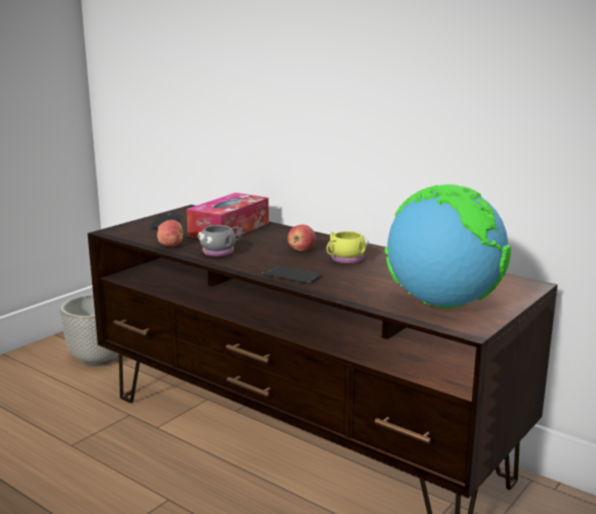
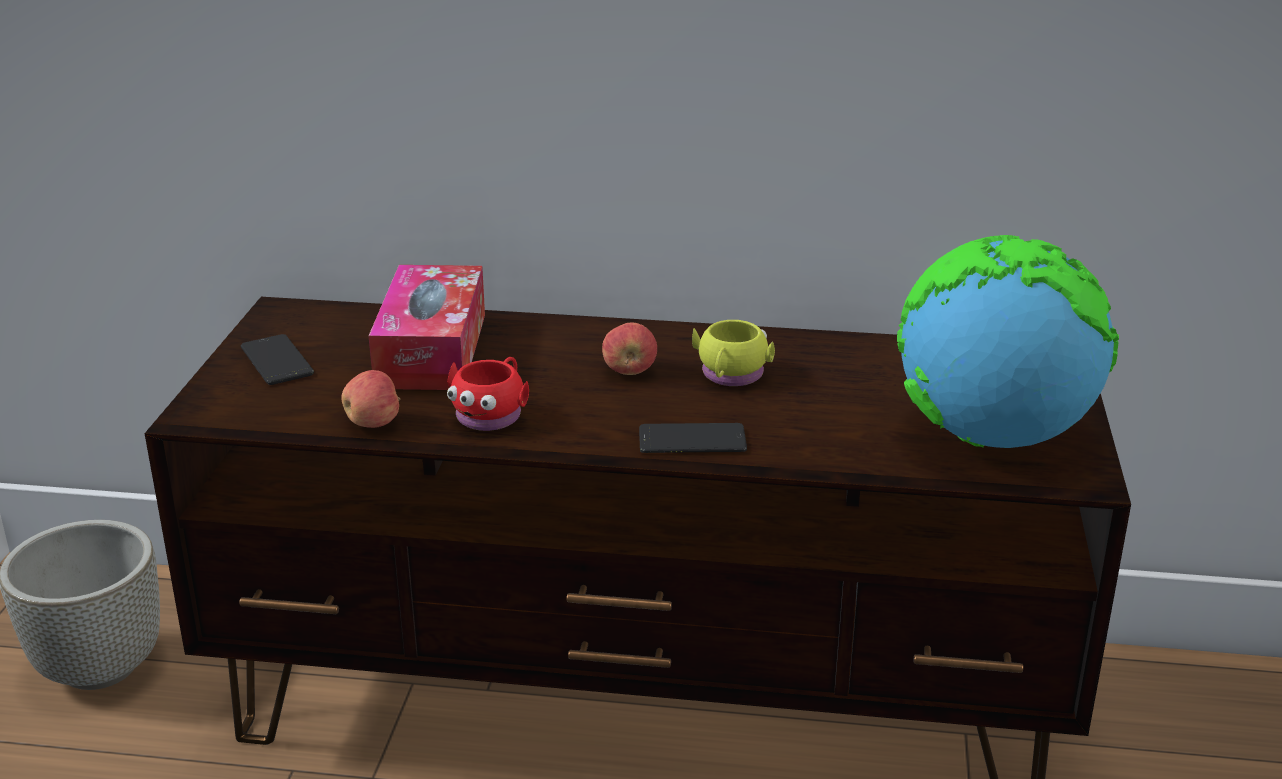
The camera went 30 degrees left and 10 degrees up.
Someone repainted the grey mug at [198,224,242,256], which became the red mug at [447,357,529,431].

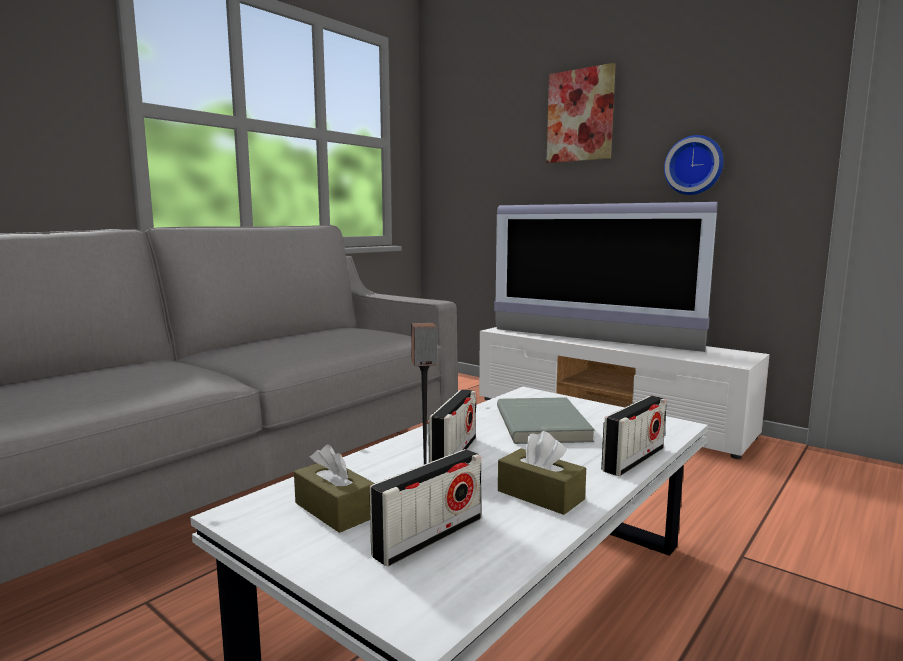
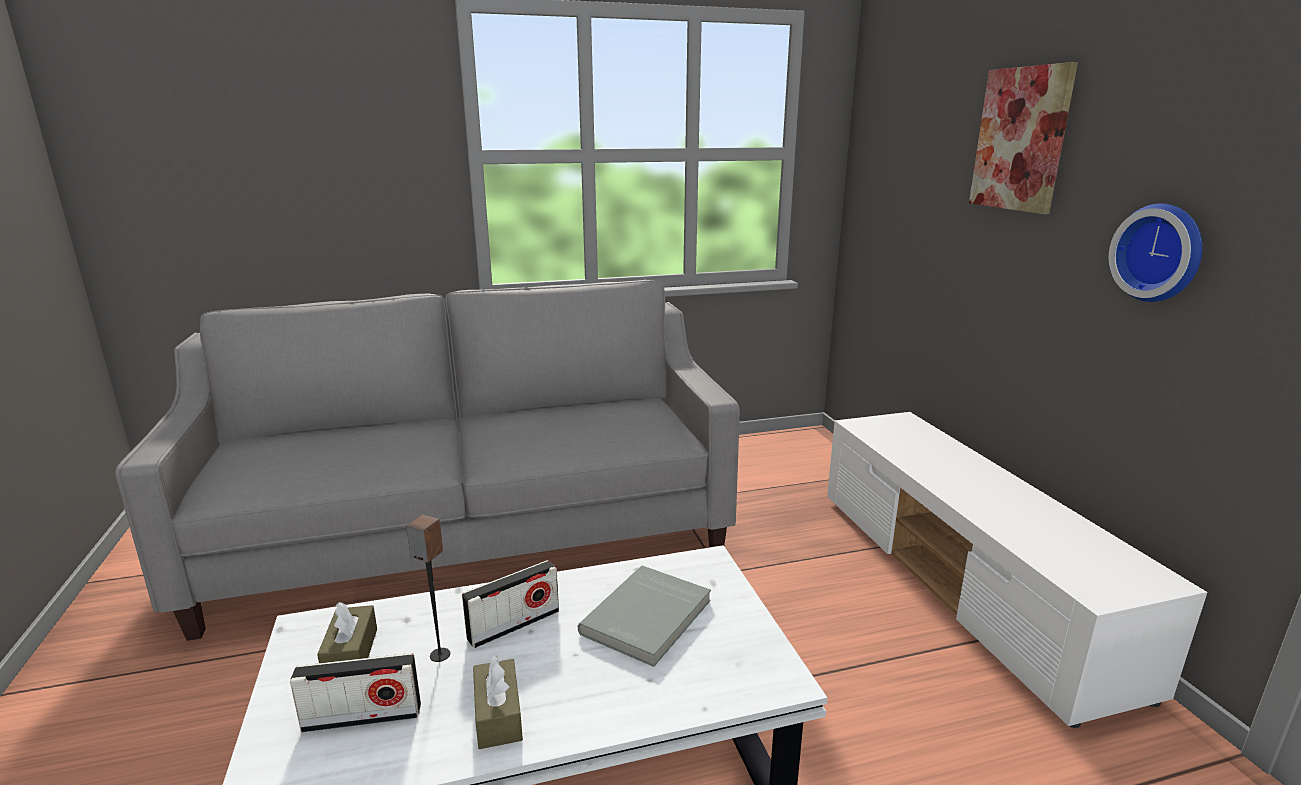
The camera went 35 degrees right and 10 degrees up.
Someone took away the television at [494,202,718,352].
Someone took away the radio at [601,396,667,476].

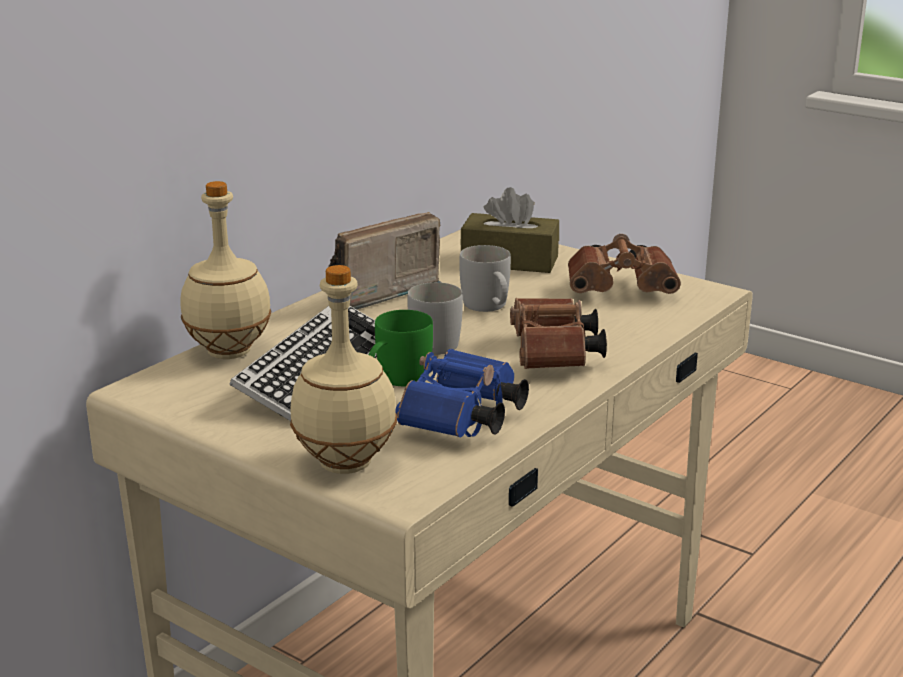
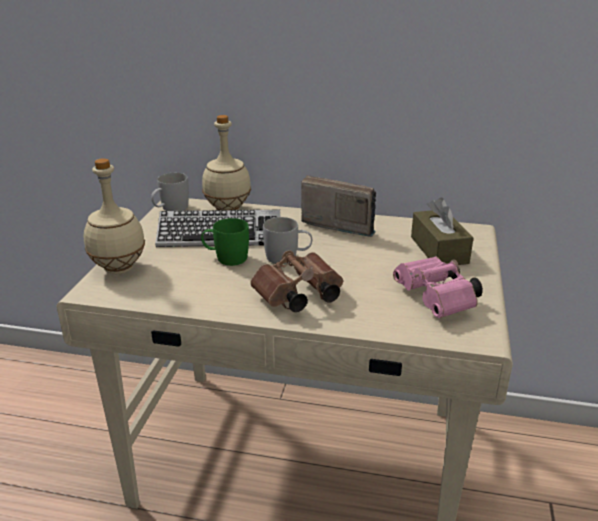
The camera went 65 degrees right and 5 degrees up.
Someone took away the blue binoculars at [396,349,529,437].
Someone carried the white mug from [459,245,511,312] to [151,173,189,211].
Someone repainted the brown binoculars at [568,234,681,294], which became the pink binoculars at [393,257,483,318].

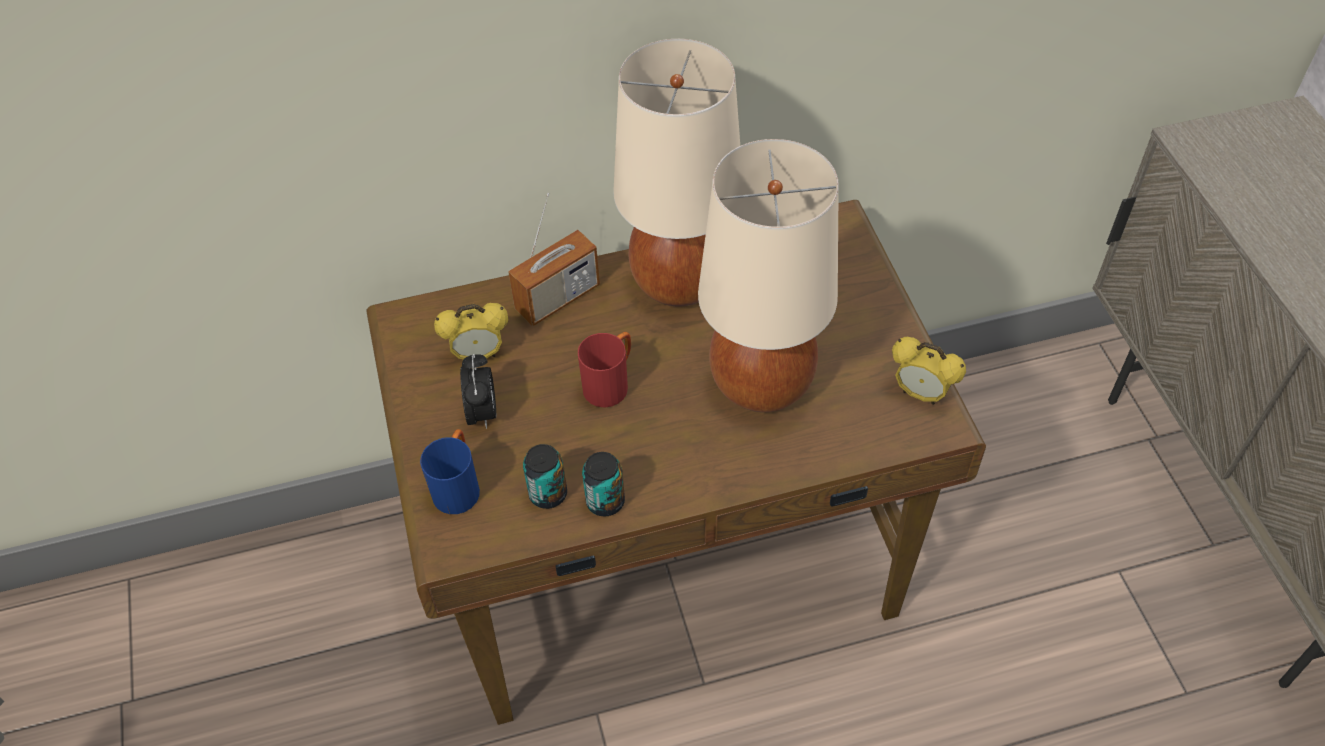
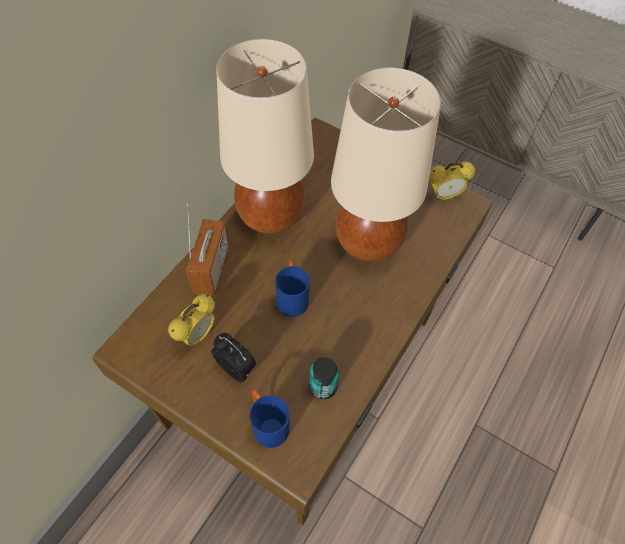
The camera went 45 degrees left and 5 degrees up.
Someone took away the can at [582,452,625,516].
Someone repainted the red mug at [578,332,631,408], which became the blue mug at [275,260,310,317].

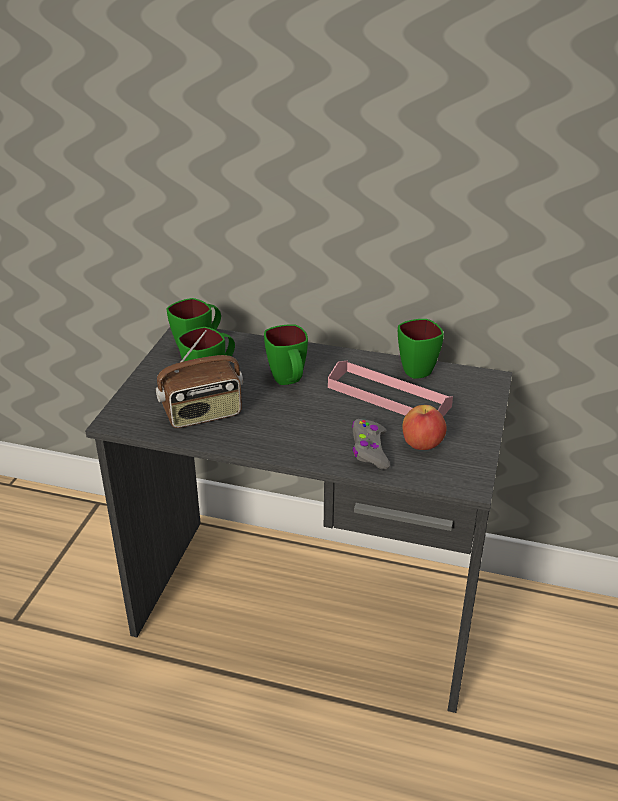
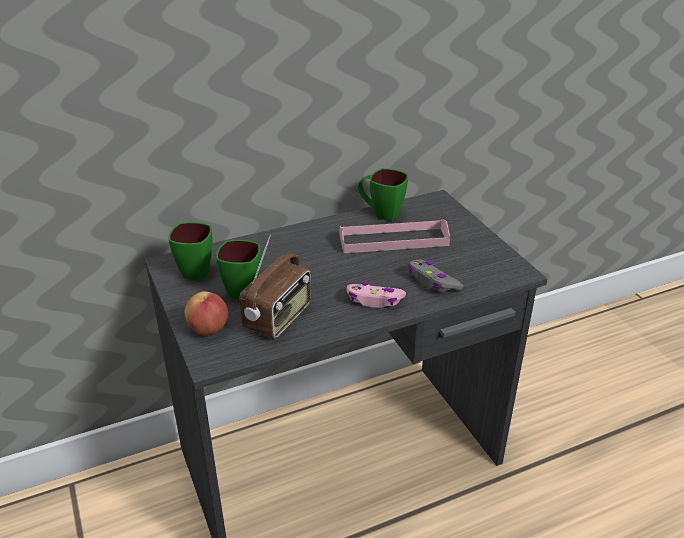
The camera went 40 degrees left and 0 degrees up.
Someone took away the green mug at [264,324,308,385].
Someone put down the pink game controller at [347,281,406,308].
Someone carried the apple from [403,405,447,450] to [184,291,228,336].

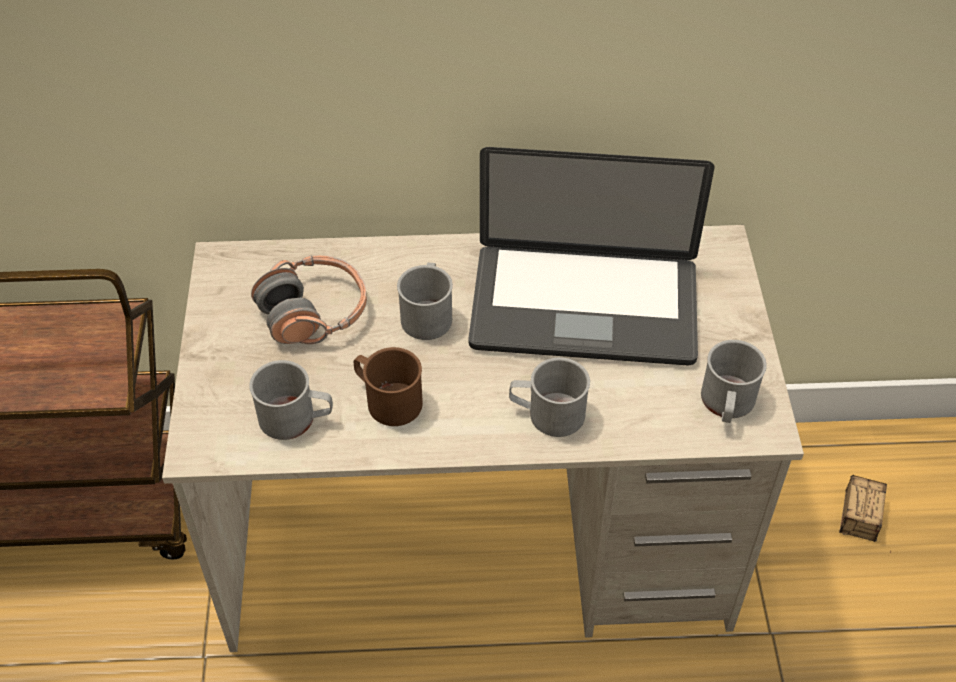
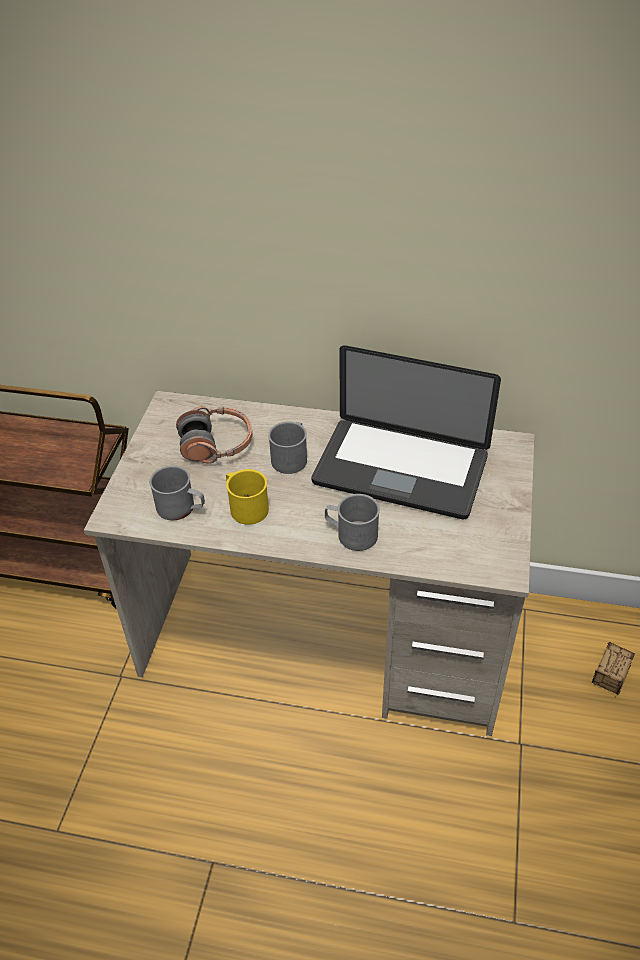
The camera went 15 degrees right and 5 degrees down.
Someone took away the grey mug at [701,340,767,423].
Someone repainted the brown mug at [354,347,423,426], which became the yellow mug at [226,469,269,525].

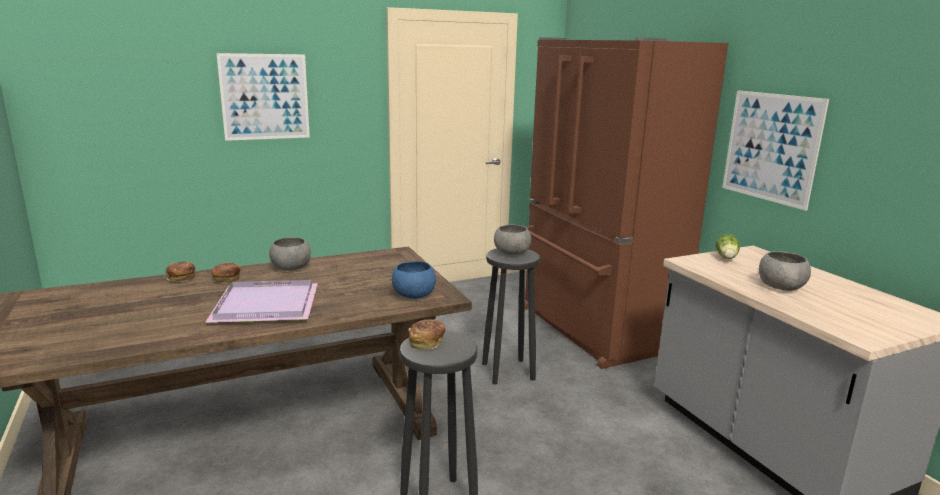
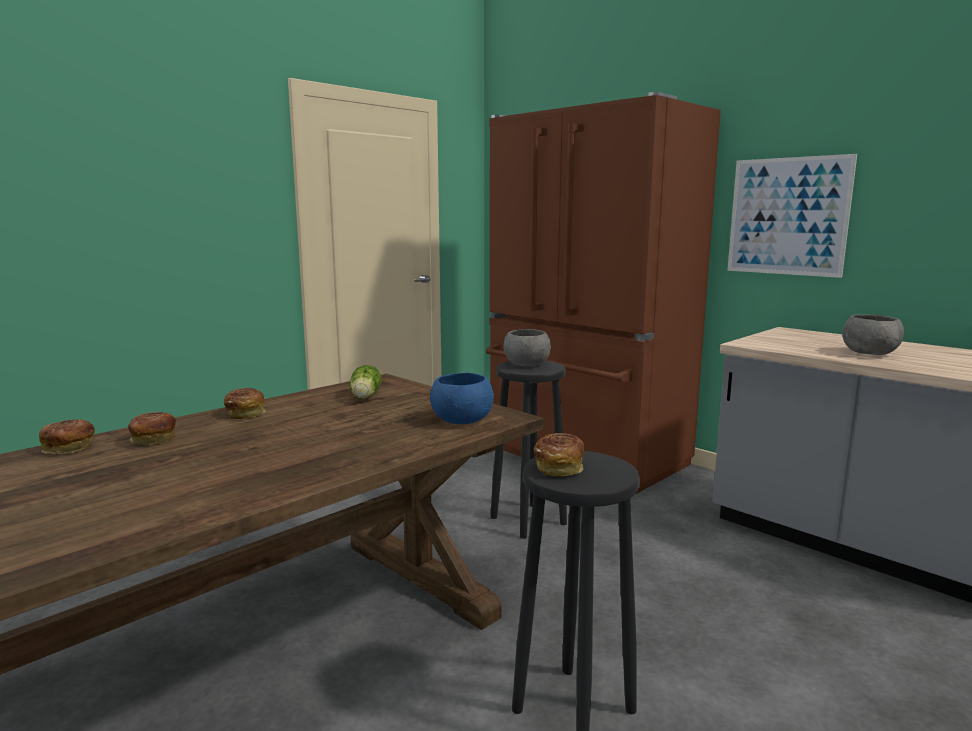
The camera went 20 degrees left and 5 degrees down.
Someone took away the purple tray at [205,280,318,323].
Someone took away the picture at [216,53,310,141].
Someone carried the lettuce from [716,234,740,259] to [350,365,382,399].
Someone swapped the grey bowl at [269,237,311,271] for the bread at [224,388,266,419].

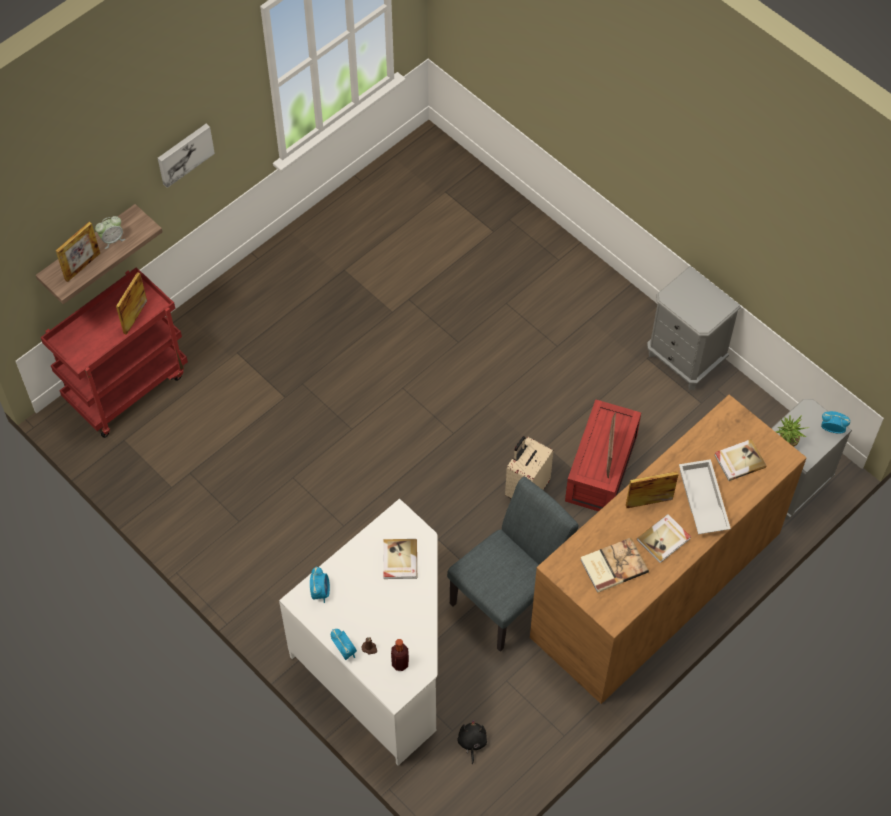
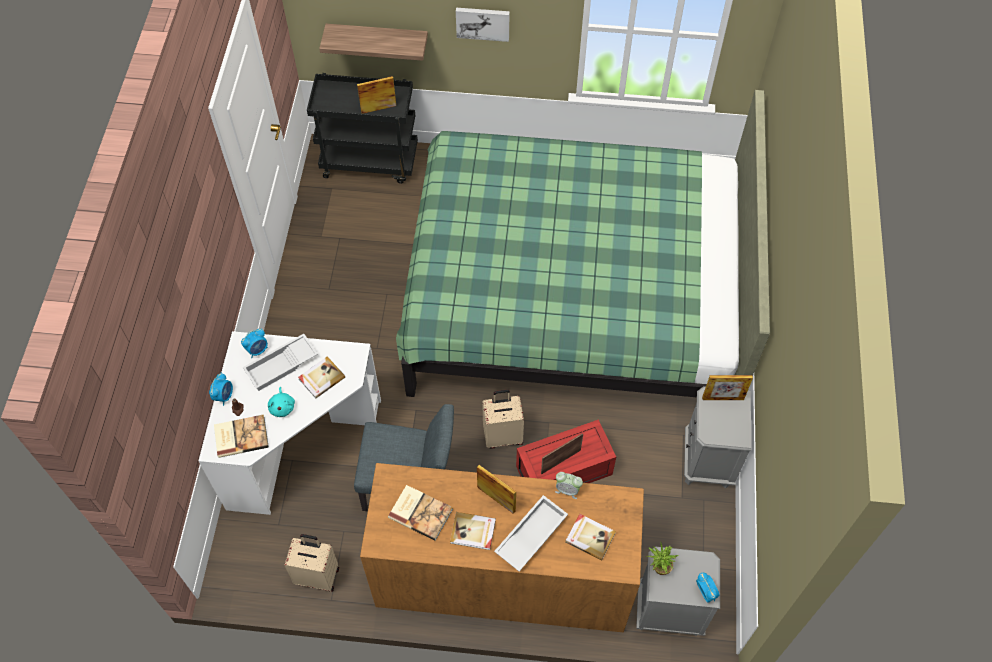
The camera went 50 degrees right and 0 degrees up.
Someone took away the black plush toy at [457,720,487,764].
Someone put down the white tray at [243,334,318,391].
Someone put down the turquoise plush toy at [268,387,295,417].
Someone put down the beige suitcase at [284,534,339,592].
Someone put down the green bed at [396,90,770,397].
Someone carried the picture frame from [56,222,100,282] to [702,375,753,400].
Someone carried the alarm clock from [95,216,125,249] to [555,472,583,499].
Someone swapped the bottle at [391,639,409,671] for the book at [214,415,269,458].
Someone repainted the red cart at [41,267,188,438], which became the black cart at [307,73,418,184].

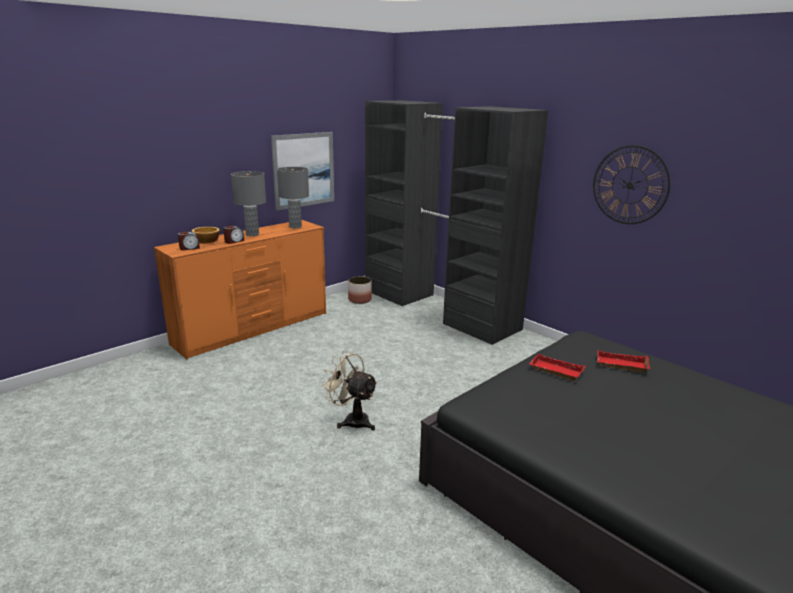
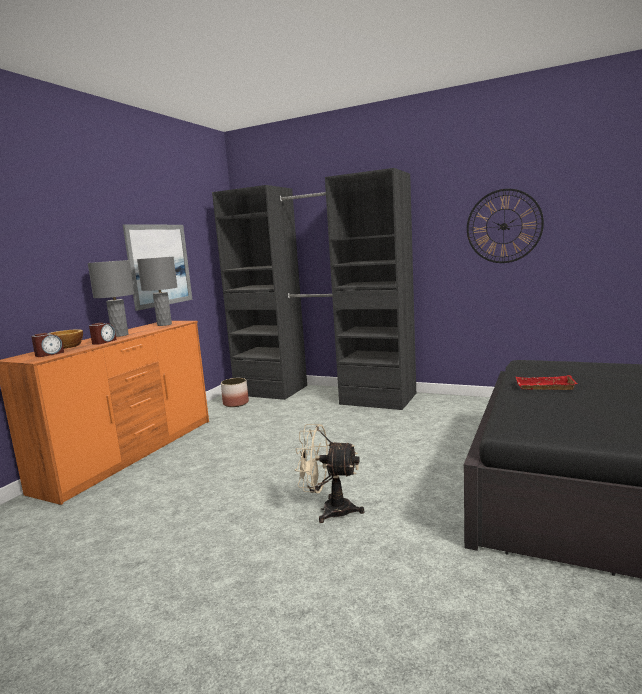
The camera went 20 degrees left and 10 degrees down.
Someone took away the red tray at [597,350,650,373].

